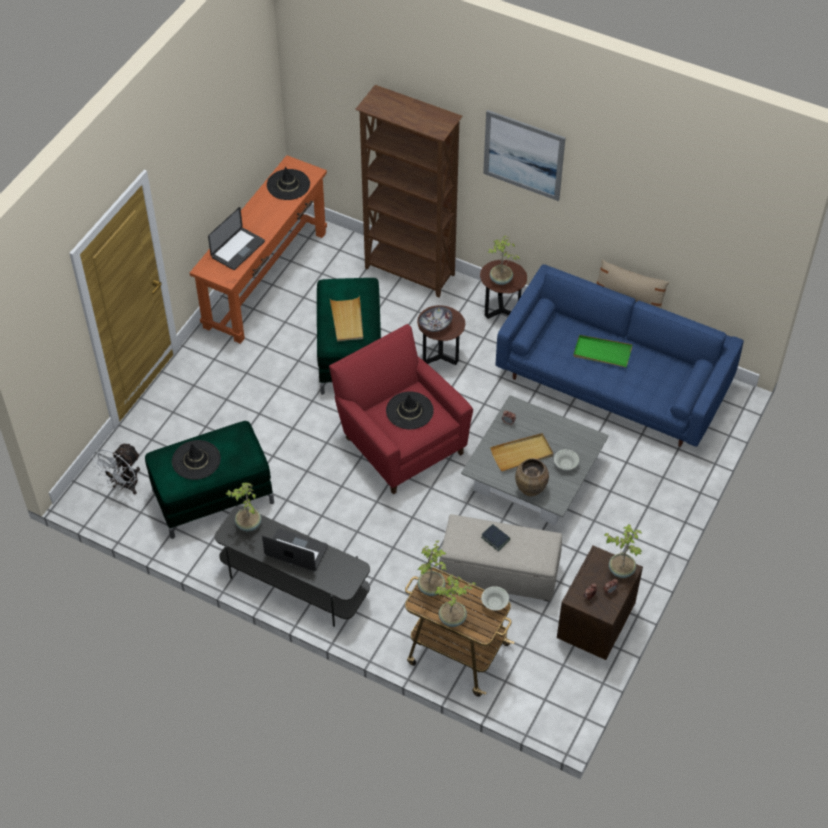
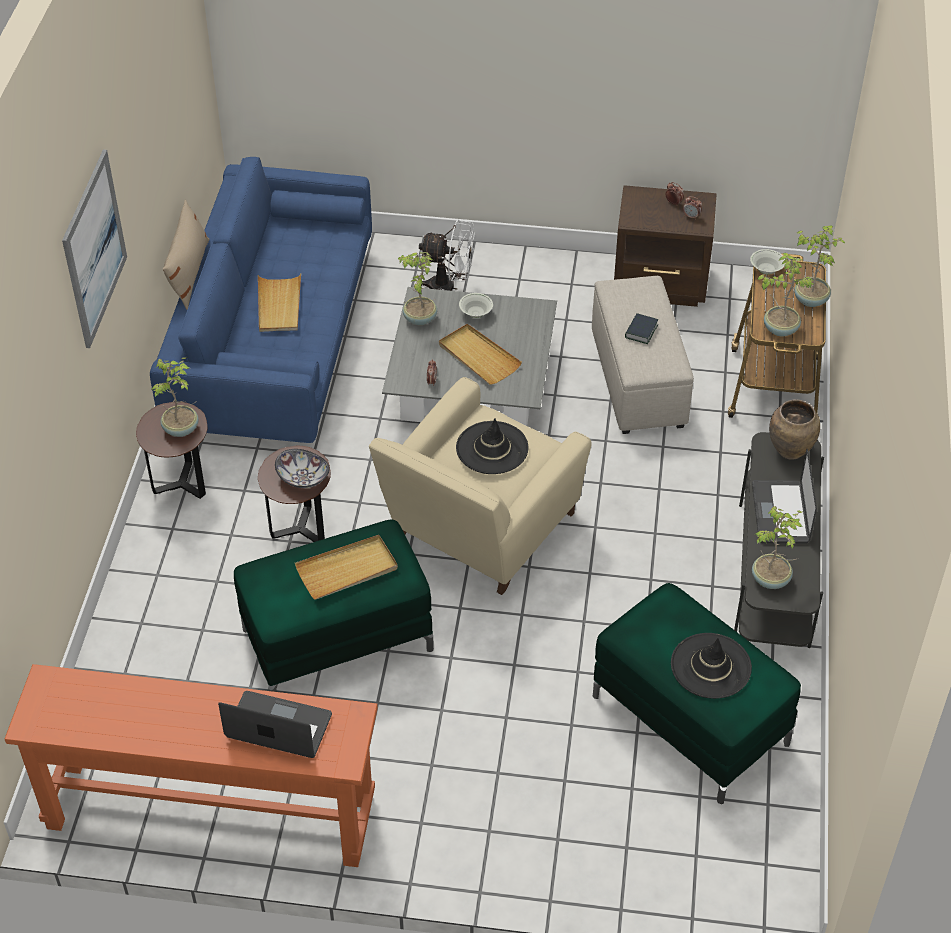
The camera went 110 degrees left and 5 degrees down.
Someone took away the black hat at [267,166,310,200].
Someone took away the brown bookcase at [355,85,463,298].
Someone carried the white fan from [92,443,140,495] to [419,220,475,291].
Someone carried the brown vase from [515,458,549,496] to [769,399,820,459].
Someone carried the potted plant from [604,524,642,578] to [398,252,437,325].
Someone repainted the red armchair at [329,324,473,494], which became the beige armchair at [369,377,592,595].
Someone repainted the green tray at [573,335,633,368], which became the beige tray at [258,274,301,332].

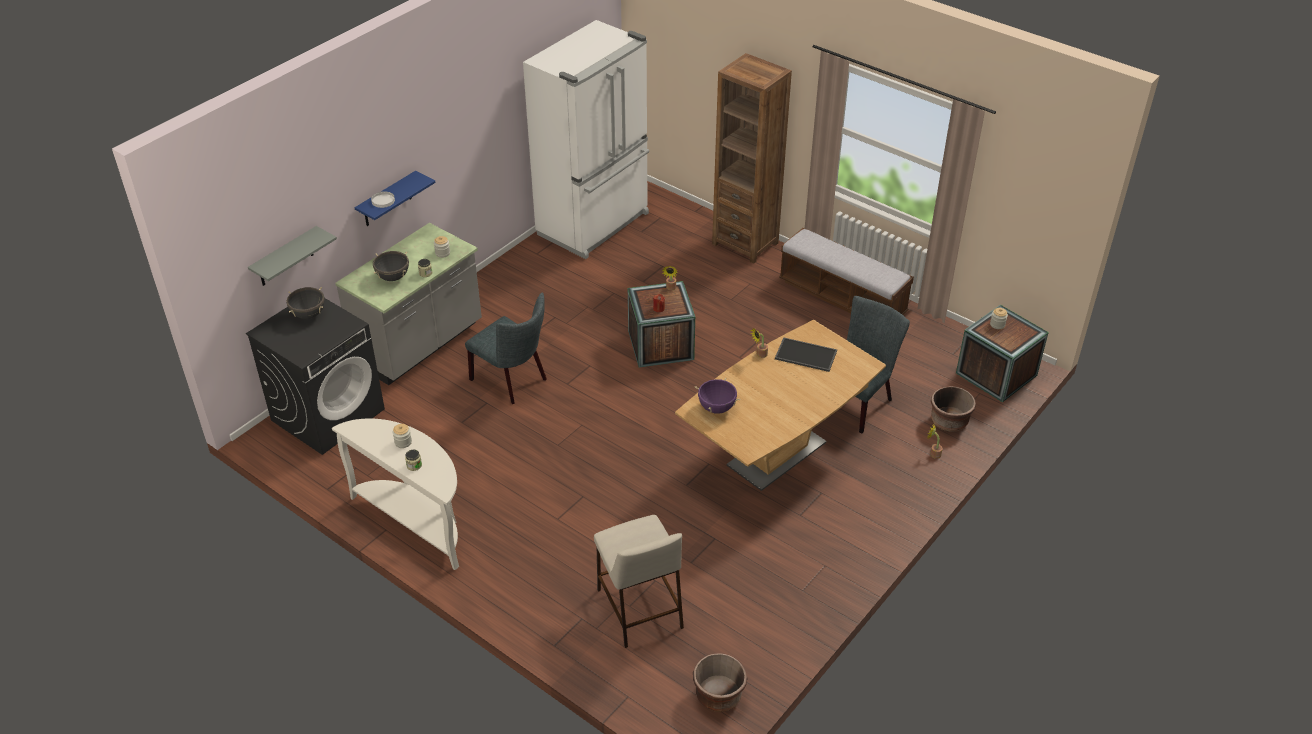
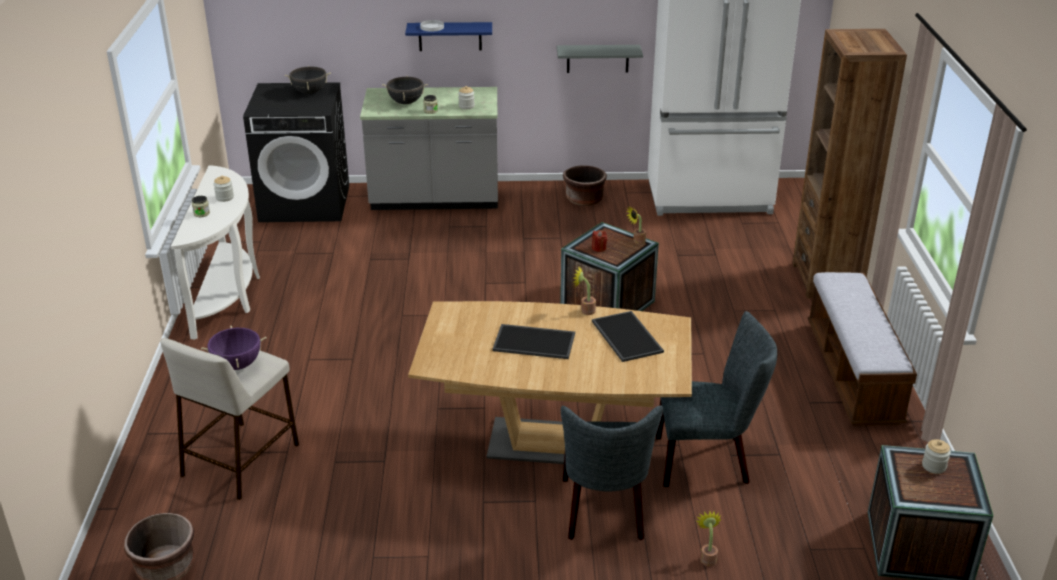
The camera went 50 degrees right and 10 degrees down.
Someone put down the tray at [492,324,575,359].
Someone carried the grey shelf from [248,226,337,286] to [557,45,643,73].
Someone carried the grey chair from [465,293,547,404] to [561,406,663,541].
Someone carried the purple cooking pot from [695,378,741,414] to [201,326,266,370].
Someone carried the brown planter from [931,386,976,432] to [563,165,607,206].

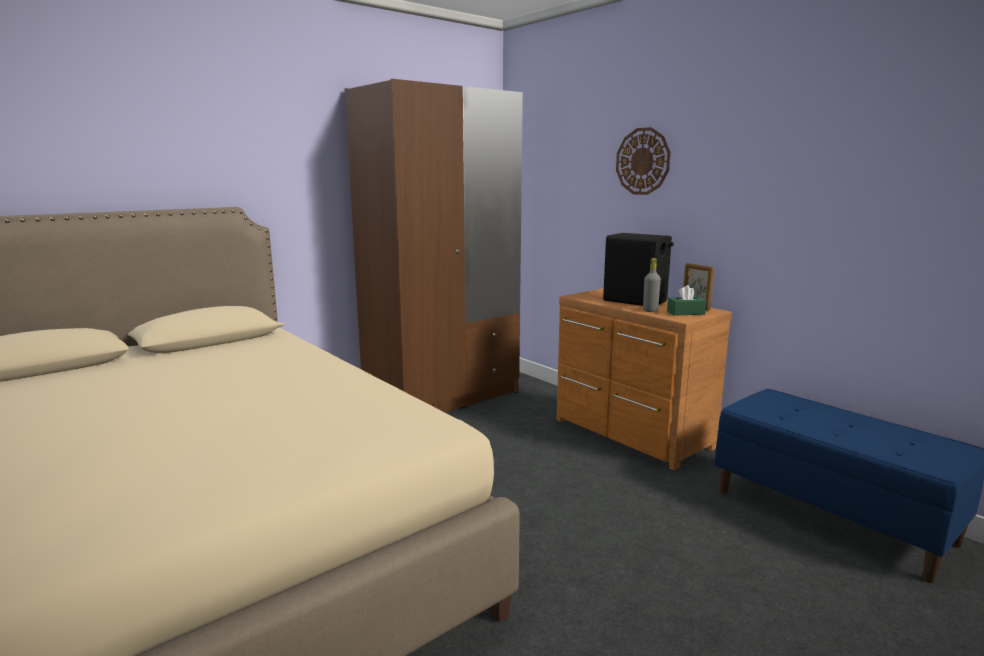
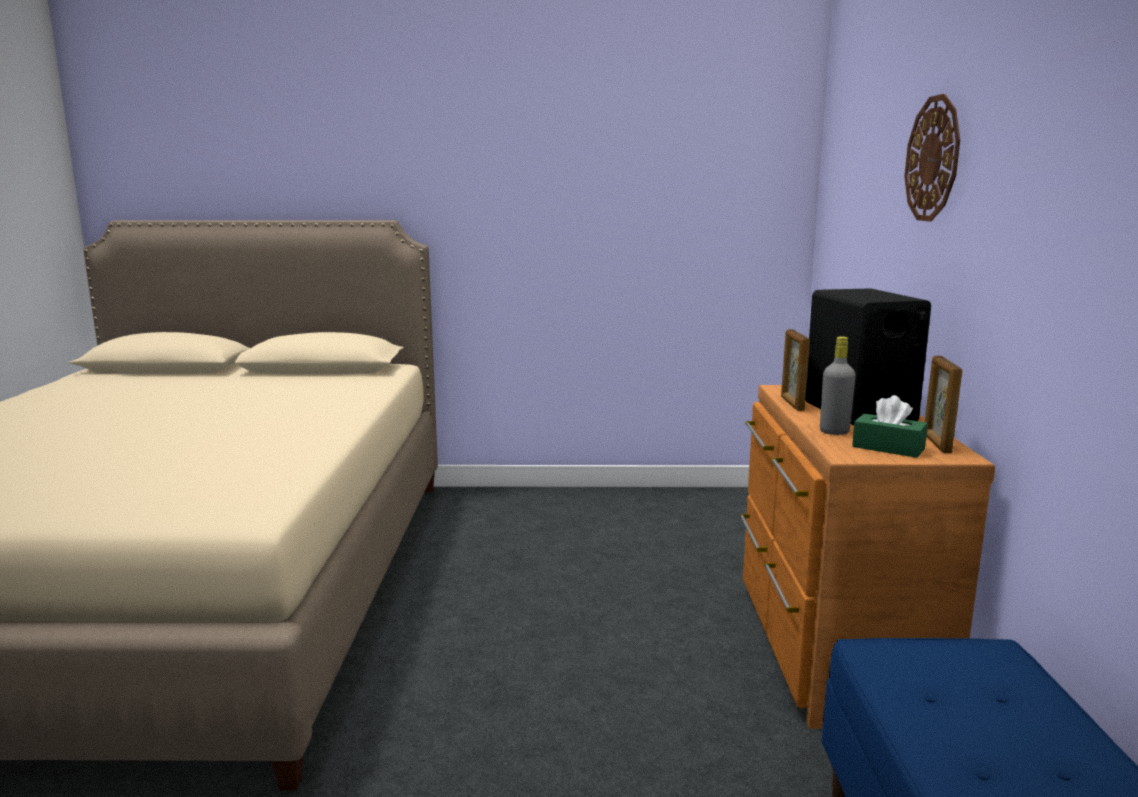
The camera went 40 degrees right and 0 degrees up.
Someone took away the brown wardrobe at [345,79,523,412].
Someone put down the picture frame at [781,329,810,411].

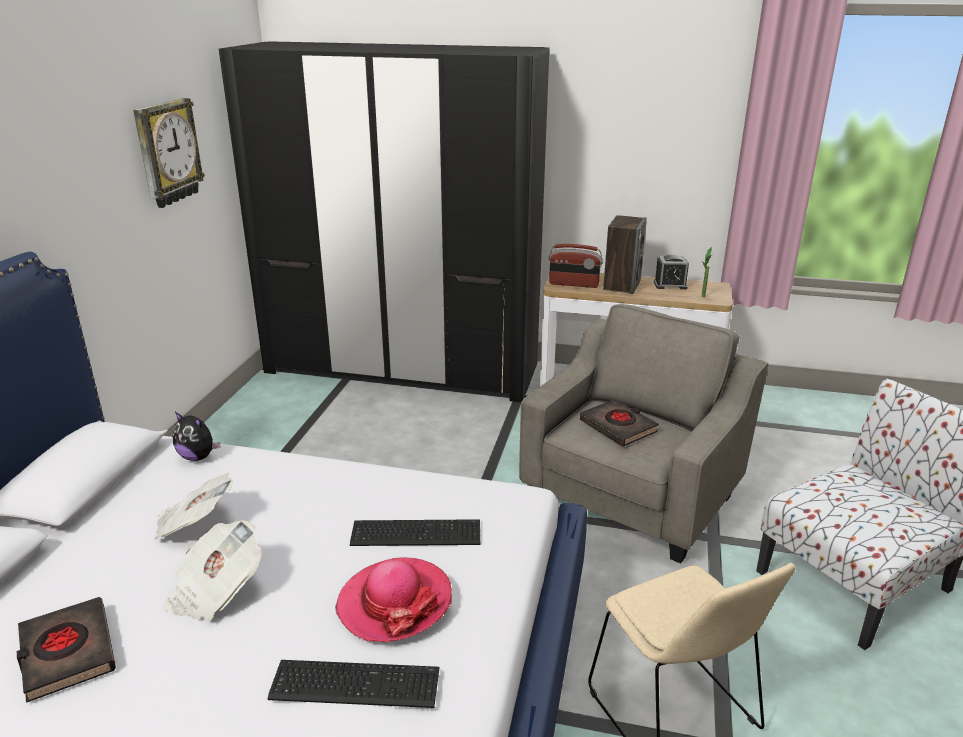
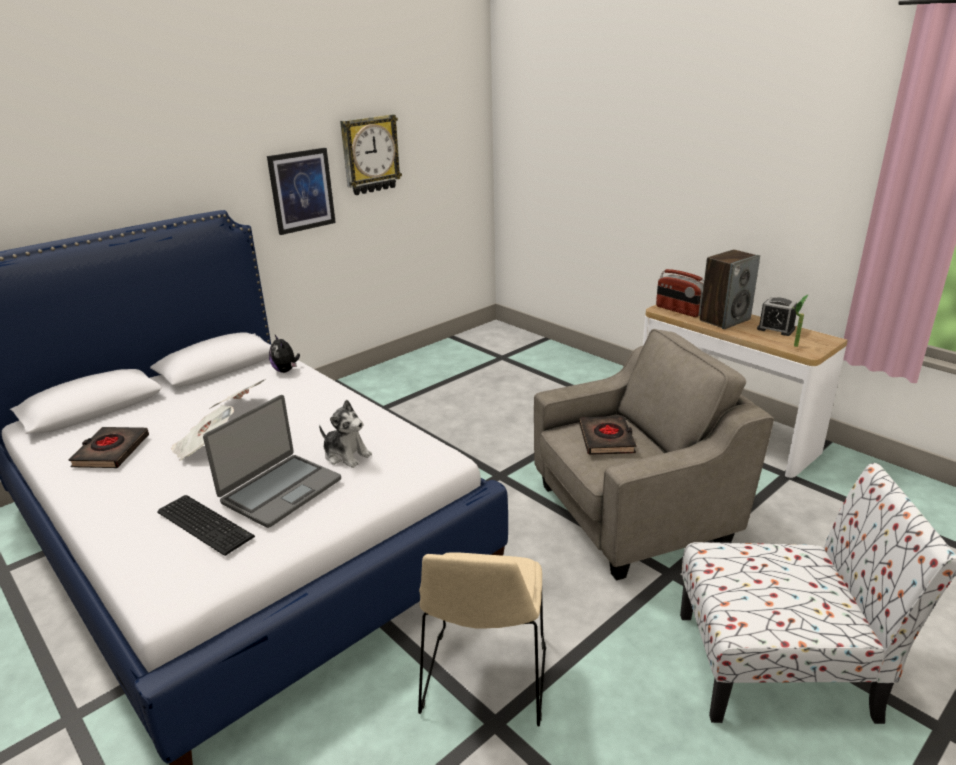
The camera went 35 degrees right and 0 degrees up.
Someone took away the black wardrobe at [219,41,549,402].
Someone put up the picture at [267,148,336,235].
Someone swapped the hat at [335,557,452,642] for the laptop at [203,395,341,528].
Someone swapped the keyboard at [350,519,480,546] for the plush toy at [319,400,372,468].

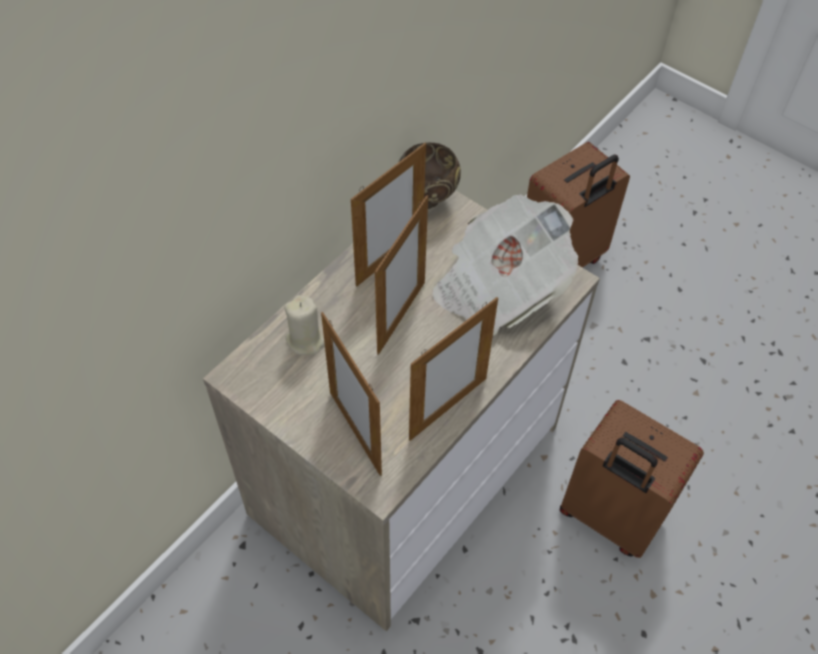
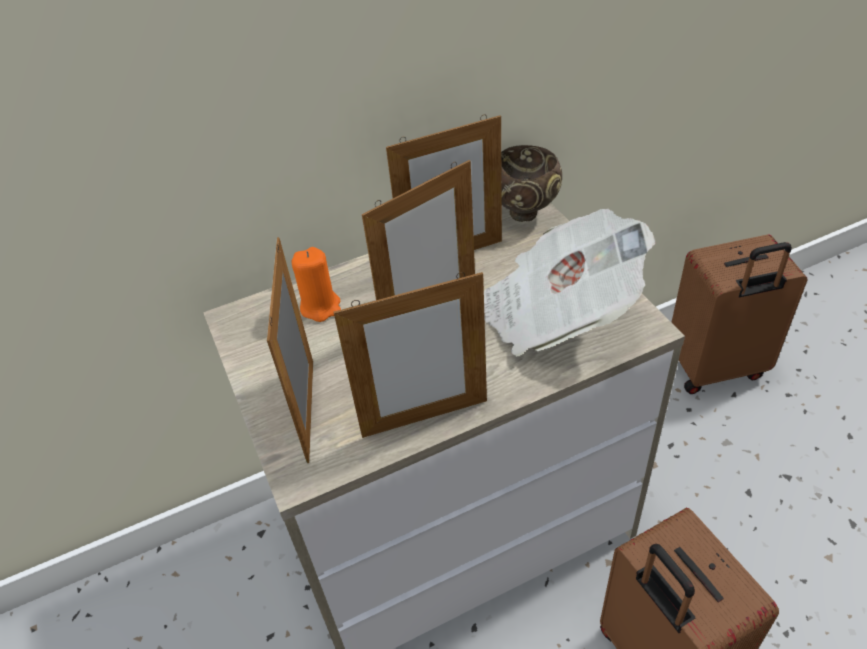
The camera went 30 degrees right and 10 degrees down.
Someone repainted the beige candle at [284,295,325,355], which became the orange candle at [292,247,341,322].

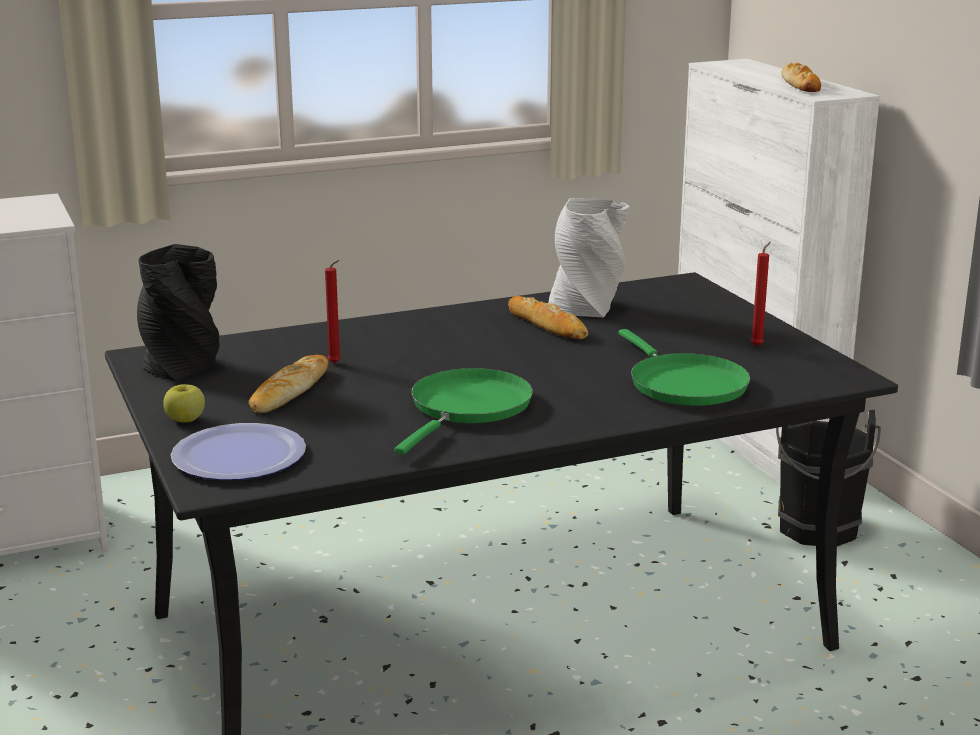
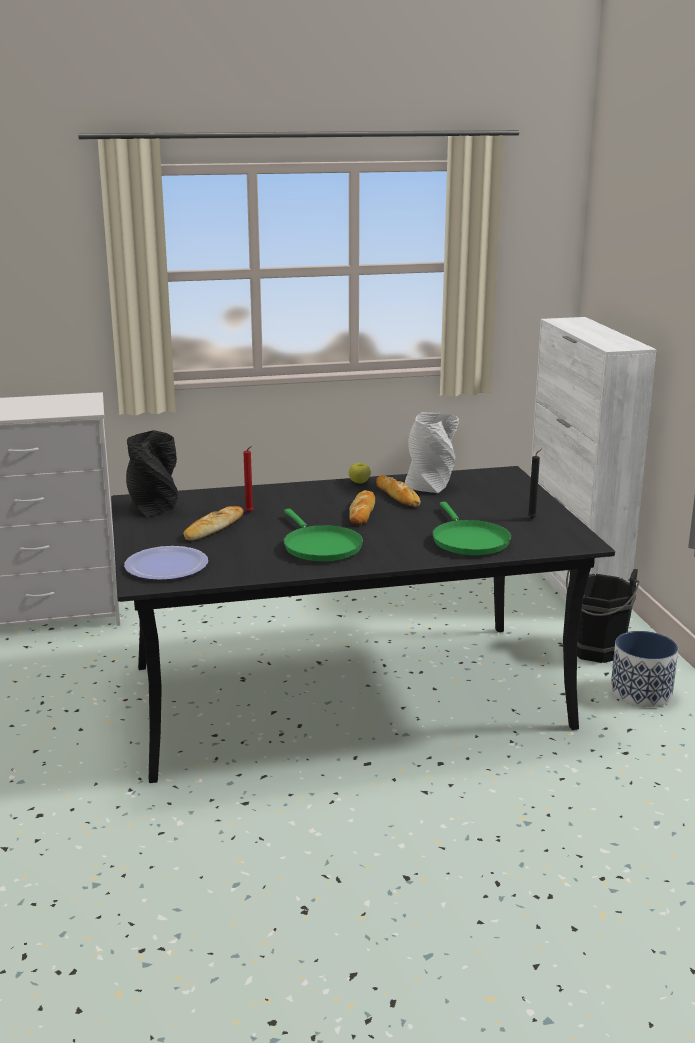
The camera went 10 degrees right and 0 degrees up.
Someone put down the planter at [611,631,678,707].
Someone carried the apple from [163,384,205,422] to [349,463,371,483].
Someone carried the bread from [782,63,821,92] to [349,490,375,525].
Someone repainted the red candle at [751,242,771,346], which became the black candle at [528,449,542,519].
Someone rotated the green frying pan at [394,368,533,455] by 120 degrees clockwise.

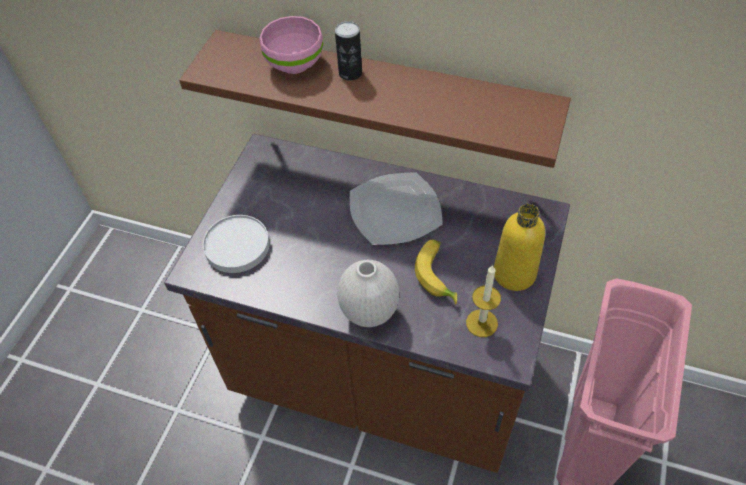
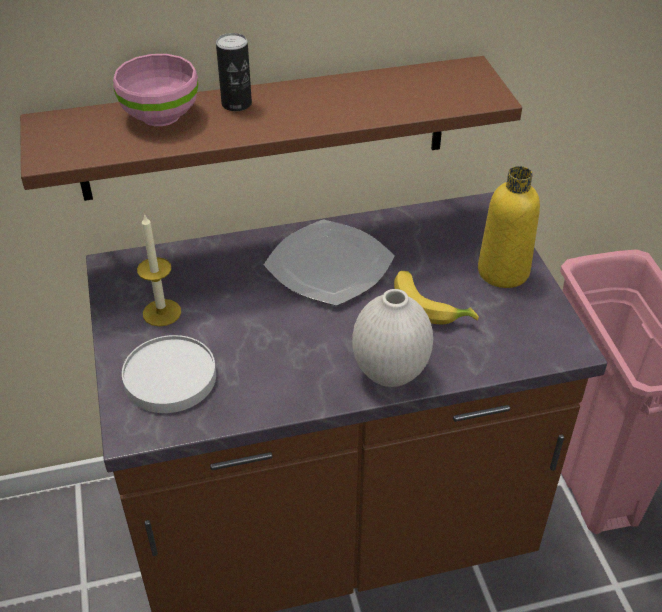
The camera went 35 degrees left and 10 degrees down.
Someone carried the candle from [466,264,501,337] to [137,214,181,327].

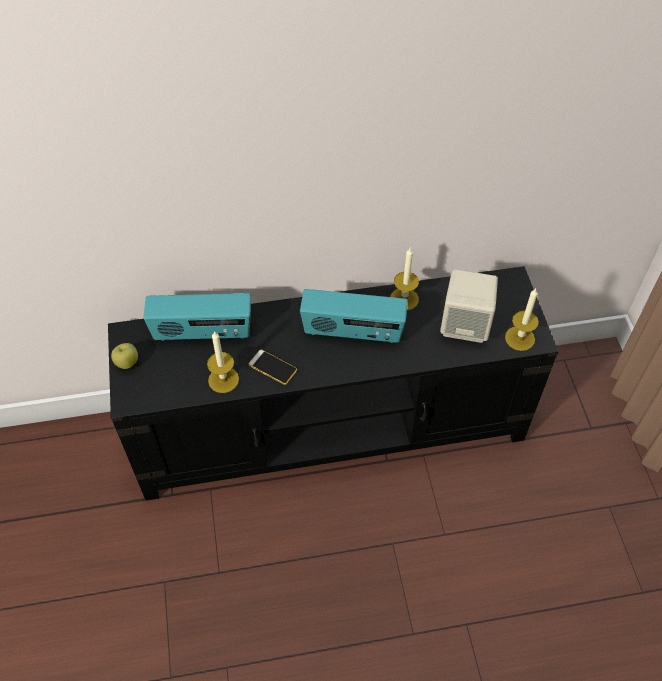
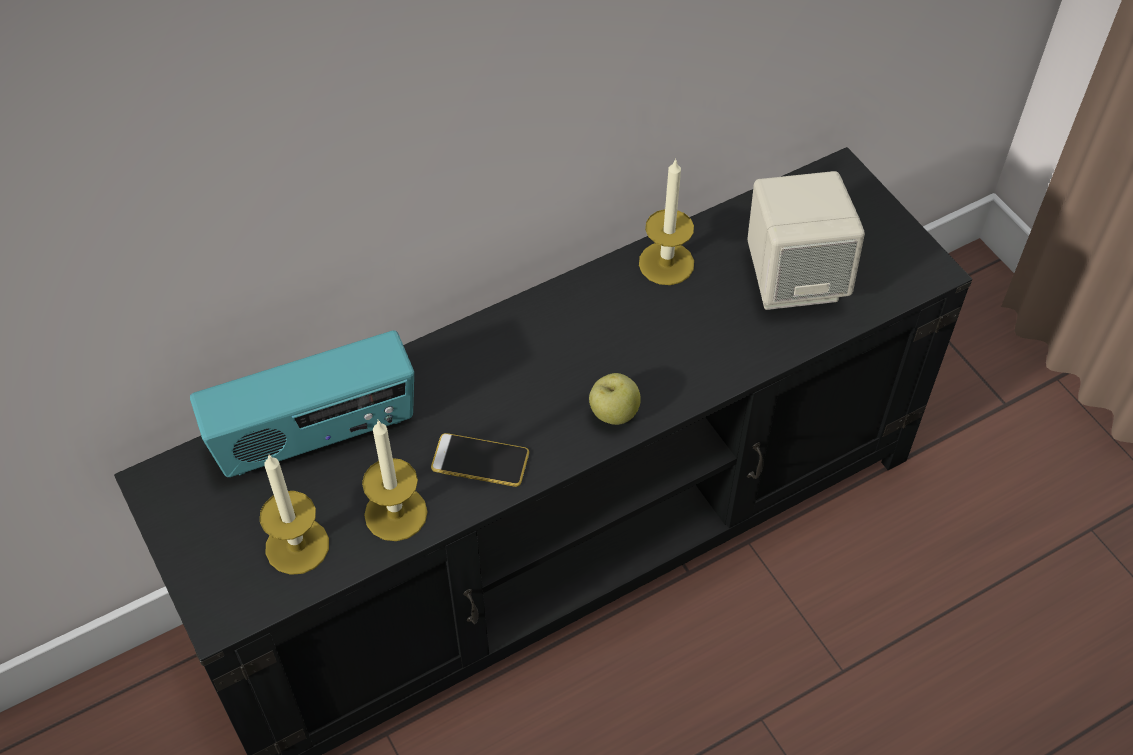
The camera went 20 degrees left and 0 degrees up.
Someone took away the radio at [300,289,408,343].
Someone carried the apple from [111,343,138,369] to [589,373,641,425].
Someone carried the candle from [505,288,539,351] to [260,454,329,575].

